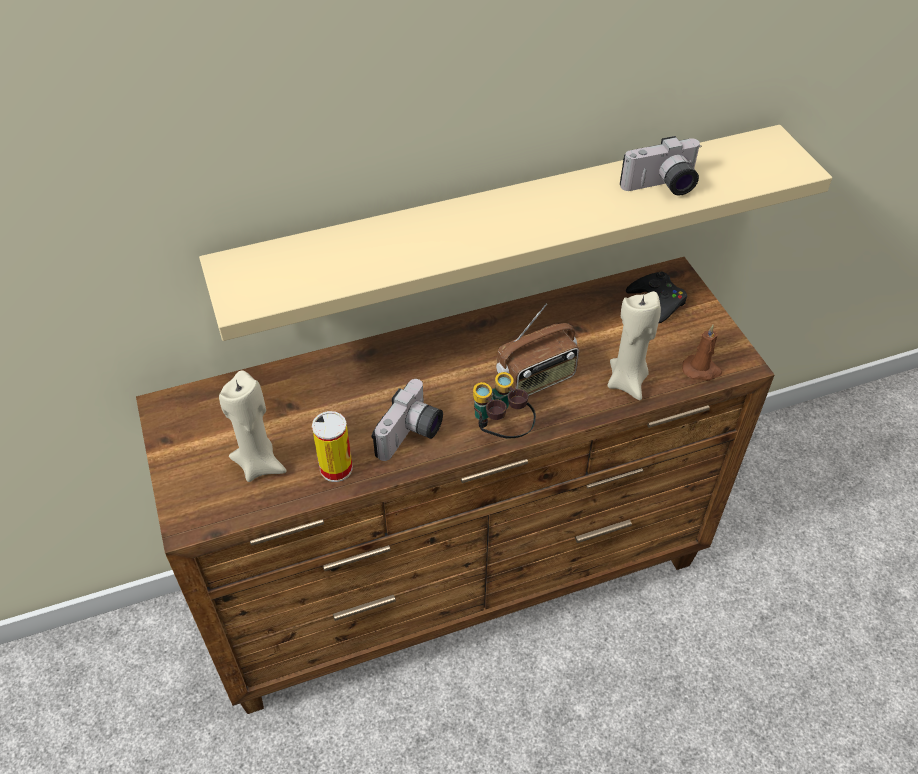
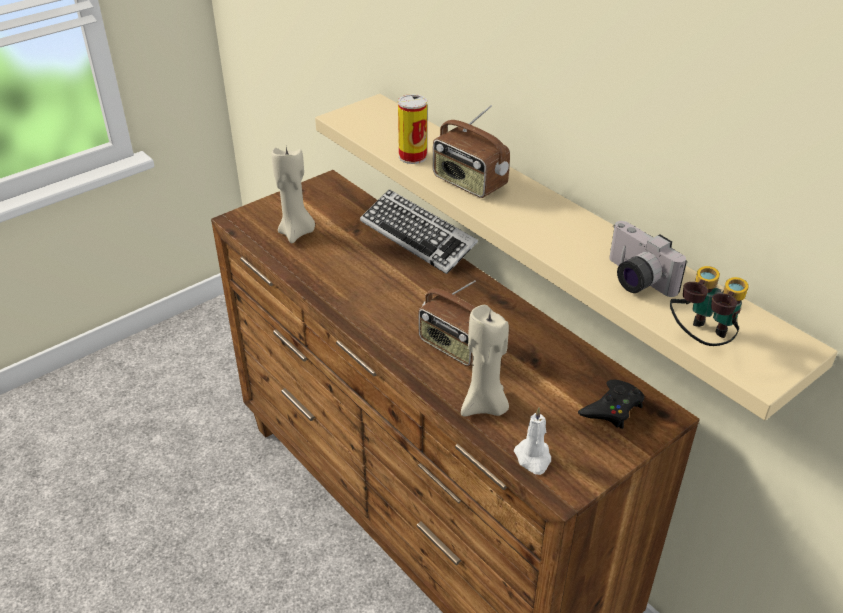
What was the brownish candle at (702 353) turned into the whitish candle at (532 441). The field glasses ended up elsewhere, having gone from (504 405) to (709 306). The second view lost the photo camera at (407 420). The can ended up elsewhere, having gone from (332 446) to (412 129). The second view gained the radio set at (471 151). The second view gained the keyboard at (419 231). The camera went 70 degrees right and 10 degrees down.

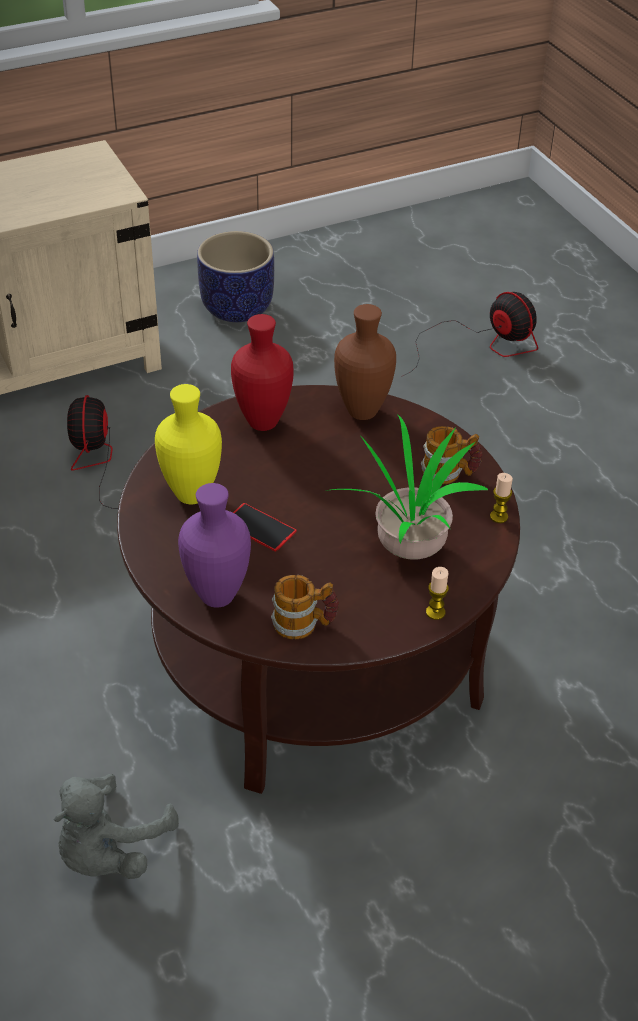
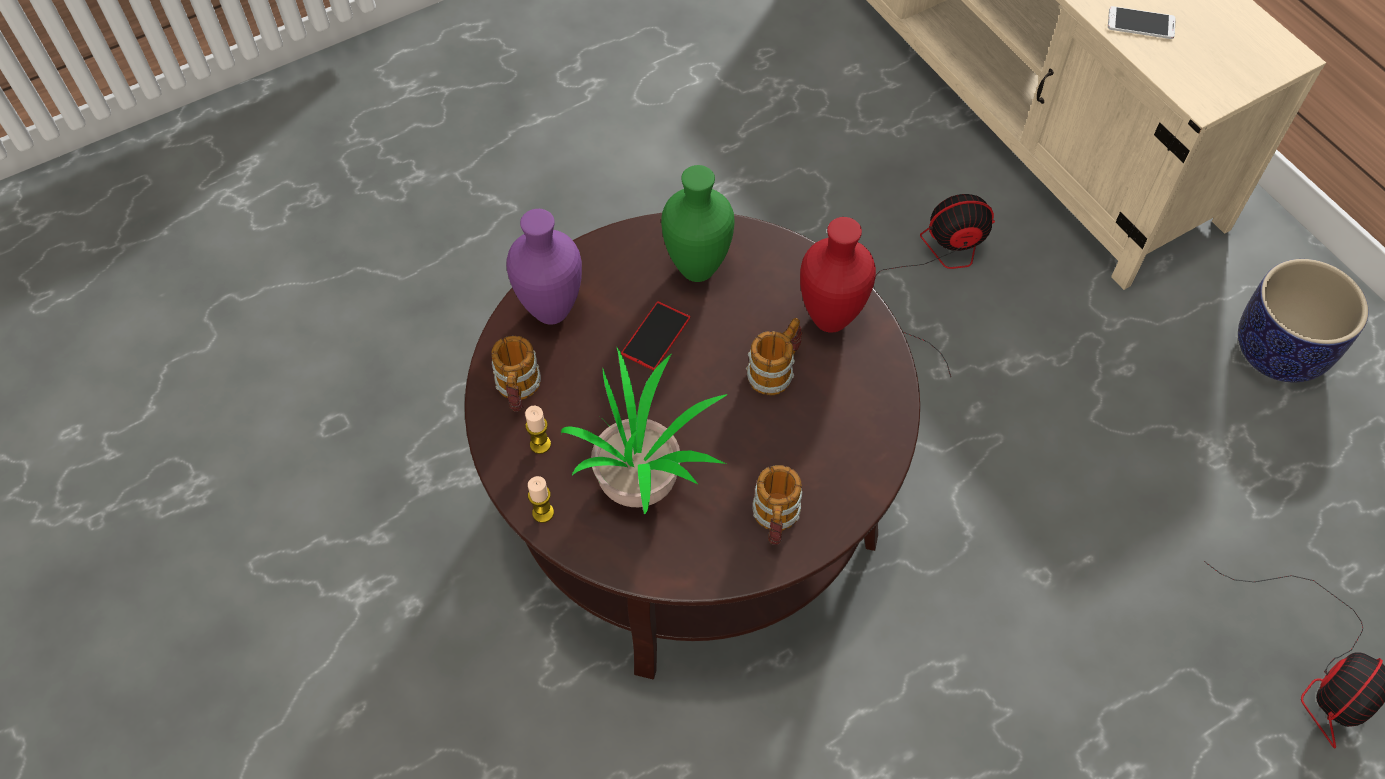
The second view lost the brownish decorative vase at (365 362). What was the yellowish decorative vase at (188 444) turned into the greenish decorative vase at (698 223). The candle ended up elsewhere, having gone from (501 498) to (538 430). The second view lost the grey cuddly toy at (116 826). The second view gained the telephone at (1142 22). The second view gained the mug at (774 356). The camera went 85 degrees right and 15 degrees up.

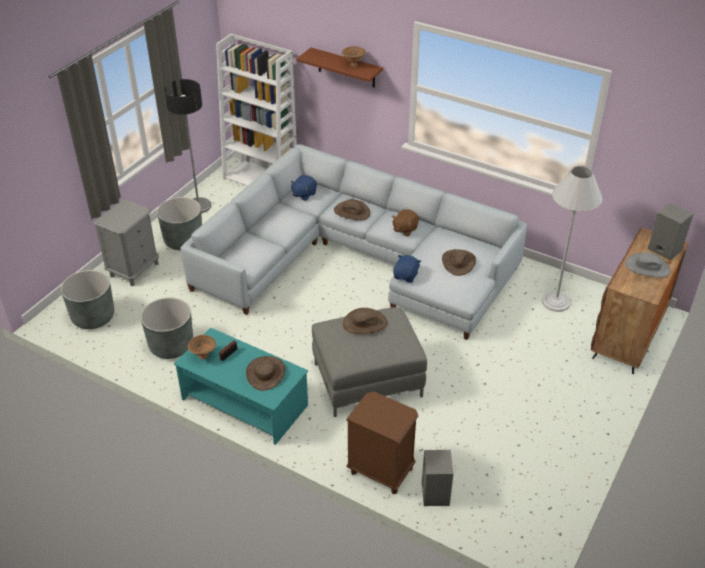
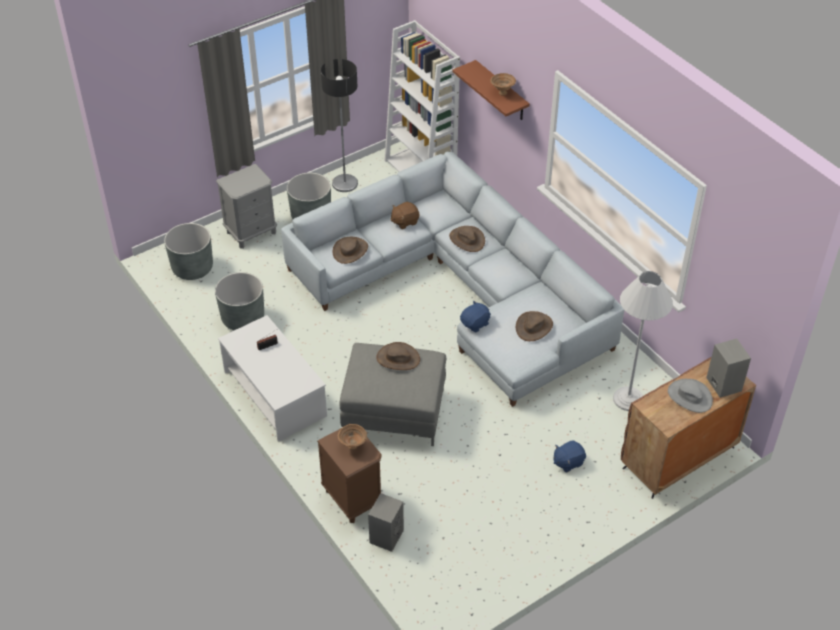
The blue-coloured cuddly toy ended up elsewhere, having gone from (303 188) to (570 456). The brownish cuddly toy ended up elsewhere, having gone from (405 222) to (405 215). What was the turquoise-coloured low table at (241 386) turned into the whitish low table at (272 378). The brownish deep dish ended up elsewhere, having gone from (202 347) to (352 437). The brownish clothing hat ended up elsewhere, having gone from (265 373) to (350 250). The camera went 25 degrees right and 5 degrees up.

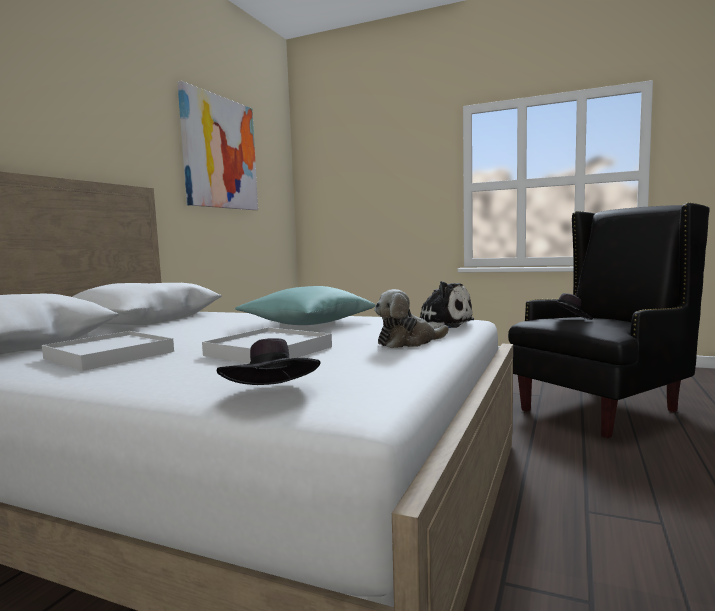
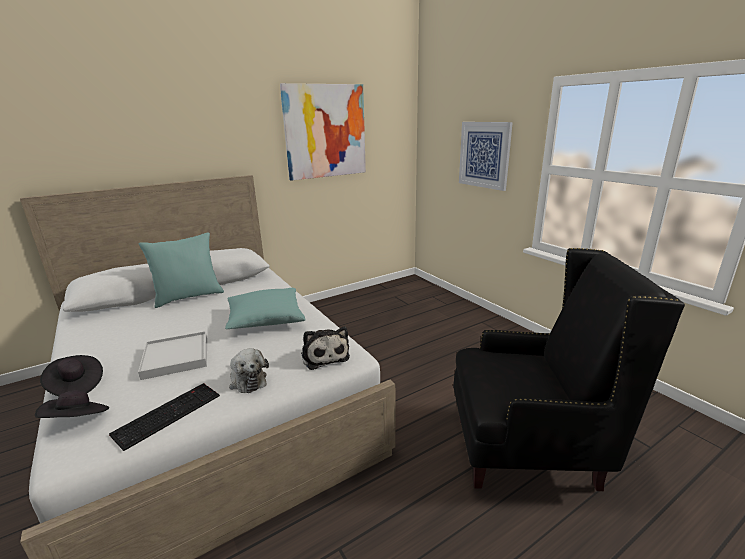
The cuddly toy at (411 318) ended up facing another way, 135 degrees counterclockwise from before. The black clothing hat ended up elsewhere, having gone from (568 306) to (71 375). The second view lost the whitish carrying tray at (108 351). The second view gained the wall picture at (486 156). The second view gained the turquoise-coloured pillow at (181 270). The second view gained the keyboard at (164 417). The camera went 35 degrees right and 15 degrees up.

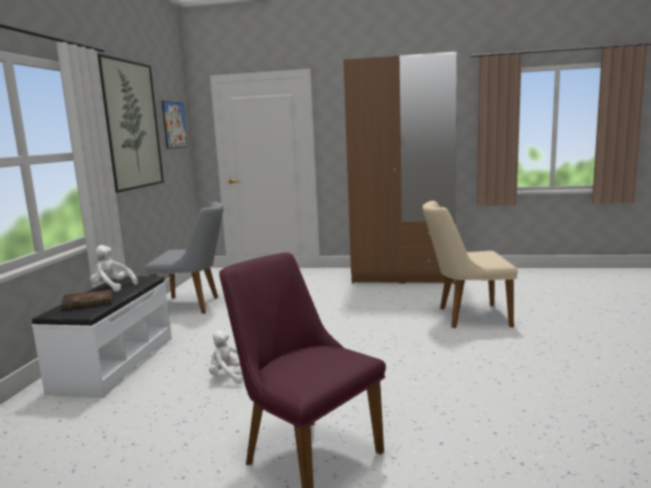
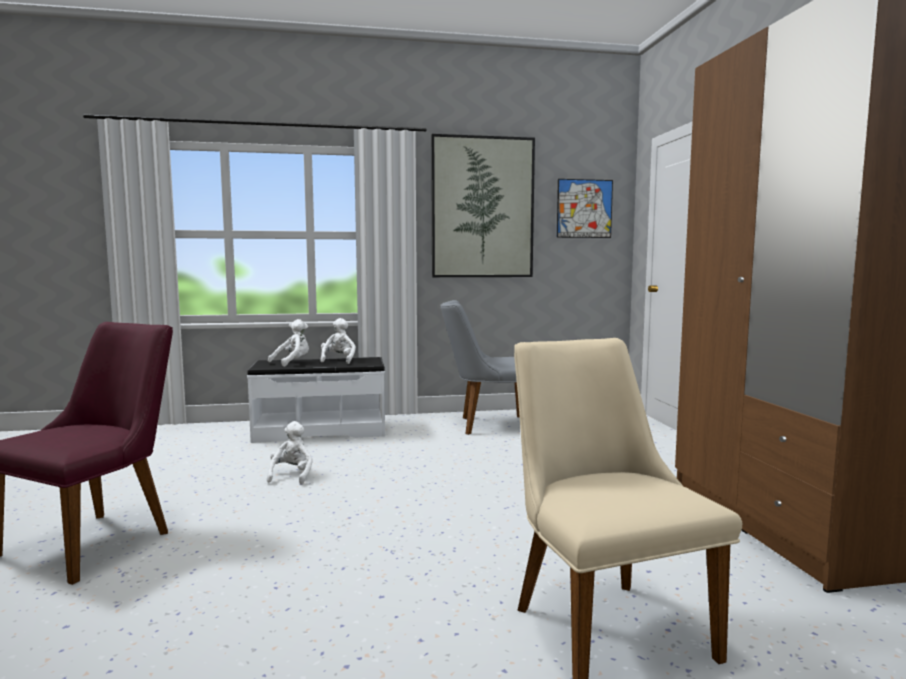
The grey upright chair at (184 258) ended up facing another way, 105 degrees clockwise from before. Where the bound book stood at (87 299), the whitish cuddly toy came to stand at (288 343). The camera went 70 degrees right and 5 degrees down.

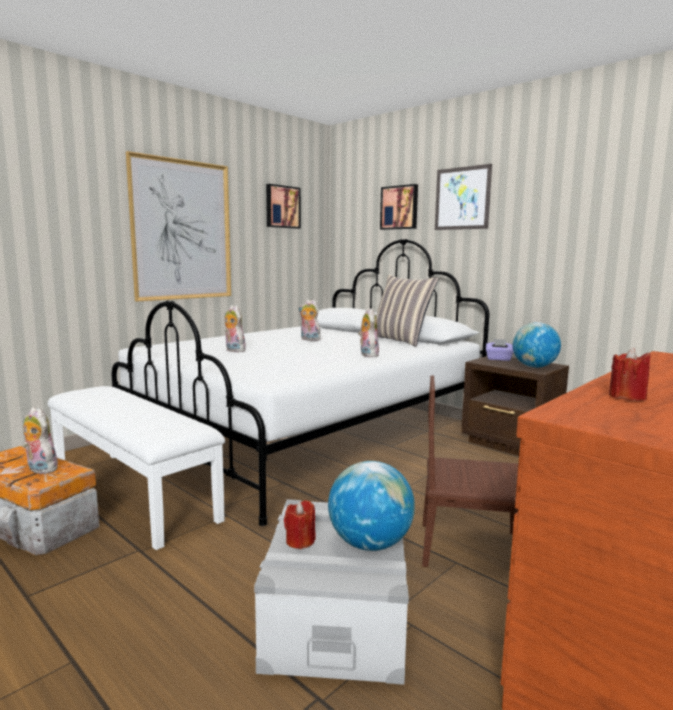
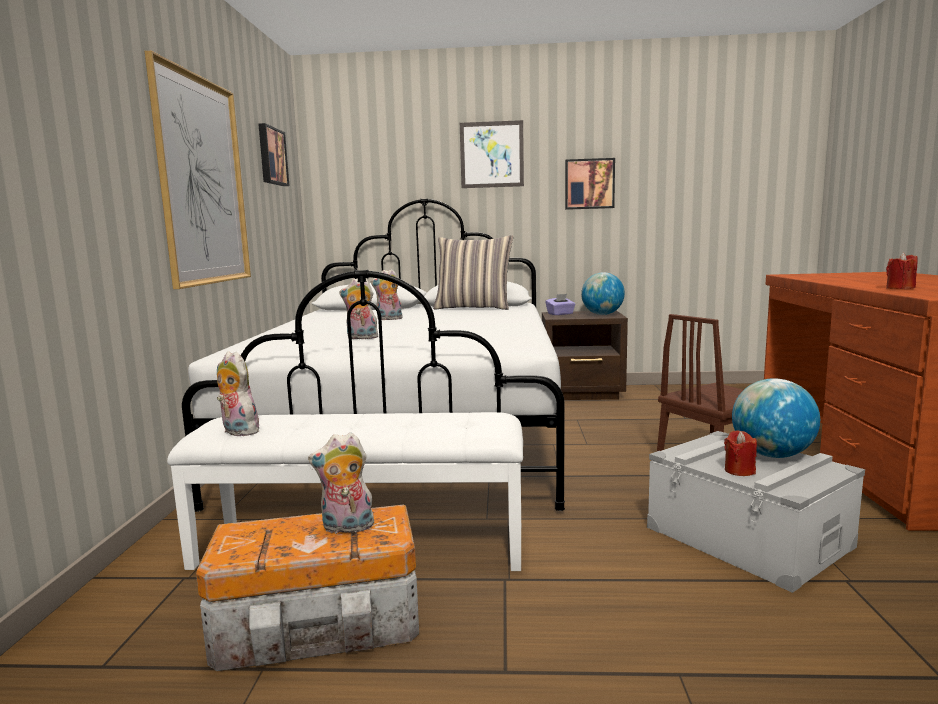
The wall picture ended up elsewhere, having gone from (399 207) to (590 184). The cuddly toy ended up elsewhere, having gone from (368 332) to (239 393). The camera went 40 degrees left and 0 degrees up.

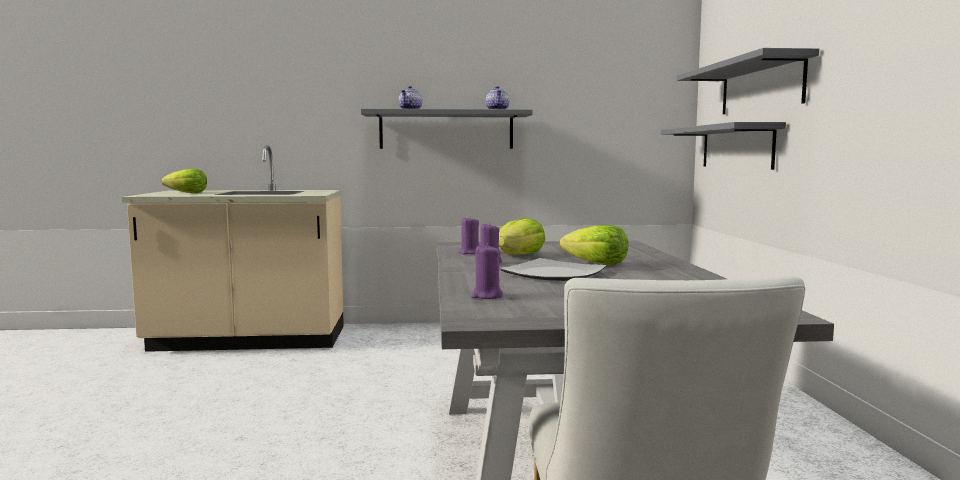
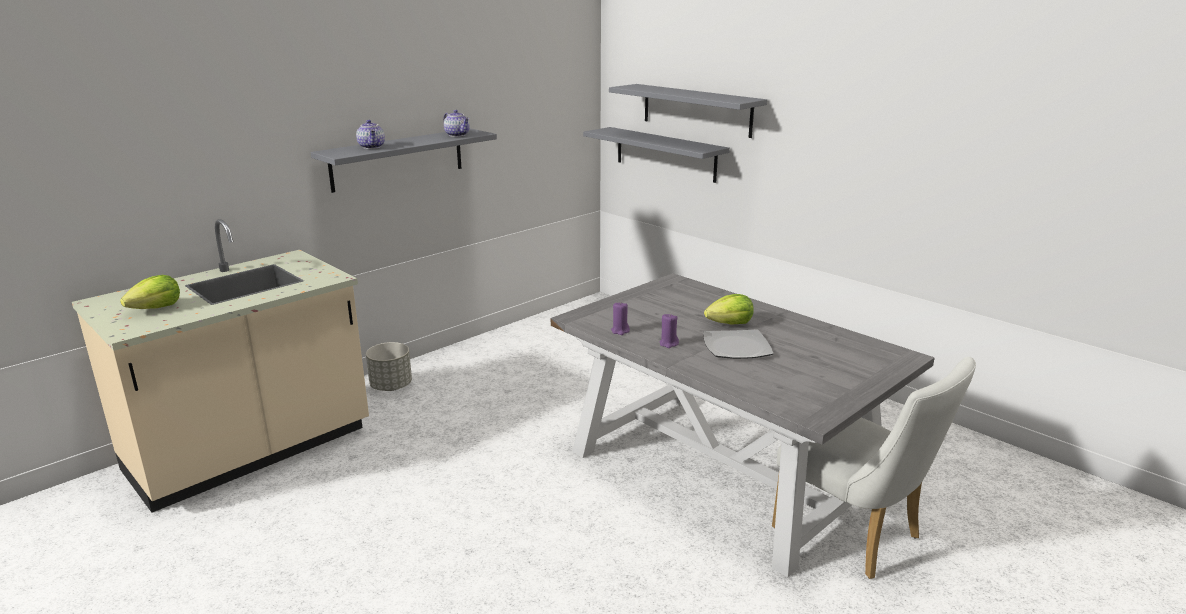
The second view lost the lettuce at (522 236). The second view lost the purplish candle at (487 271). The second view gained the grey plant pot at (389 366). The camera went 40 degrees left and 15 degrees up.

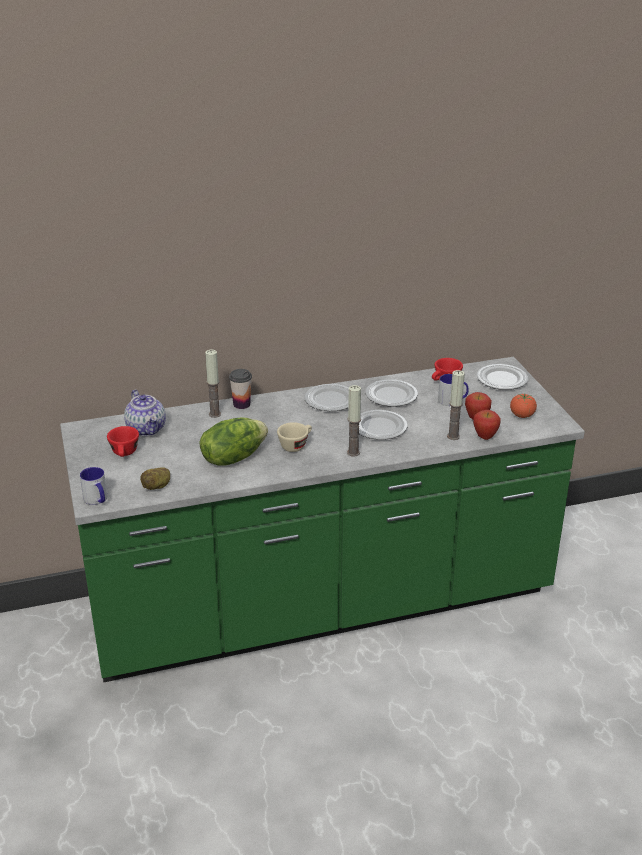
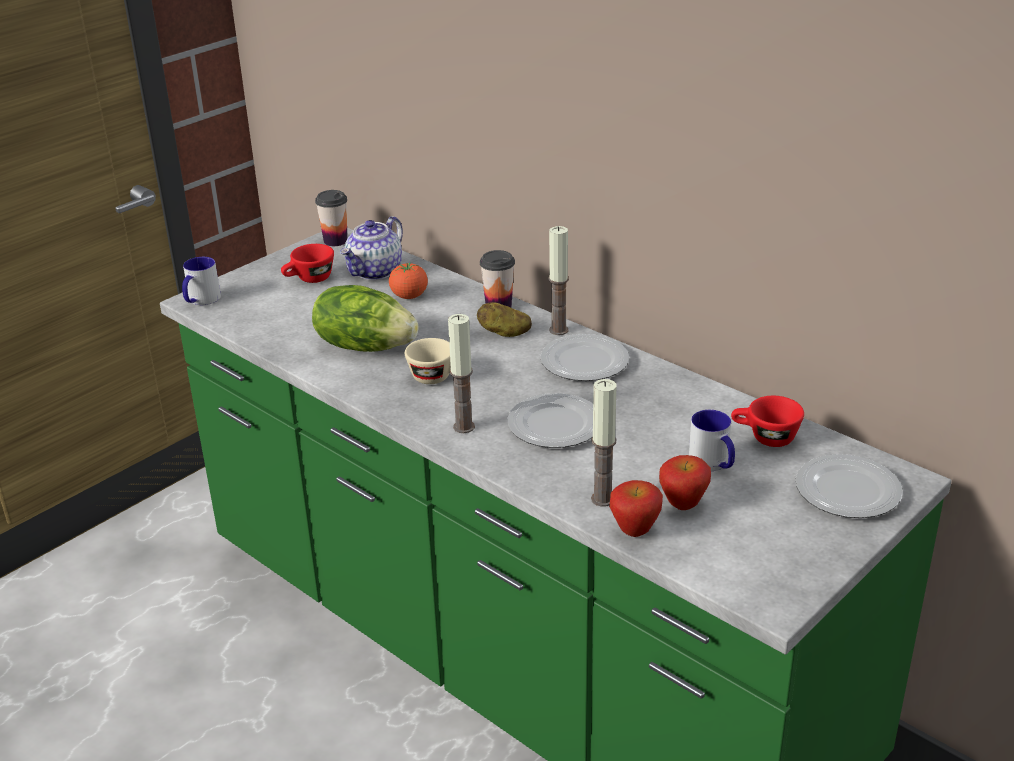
The candle ended up elsewhere, having gone from (213 384) to (559 280). The second view lost the dinner plate at (392 393). The fresh tomato ended up elsewhere, having gone from (523 406) to (408 281). The spud ended up elsewhere, having gone from (155 478) to (504 319). The second view gained the cup at (331 218). The camera went 60 degrees right and 0 degrees up.

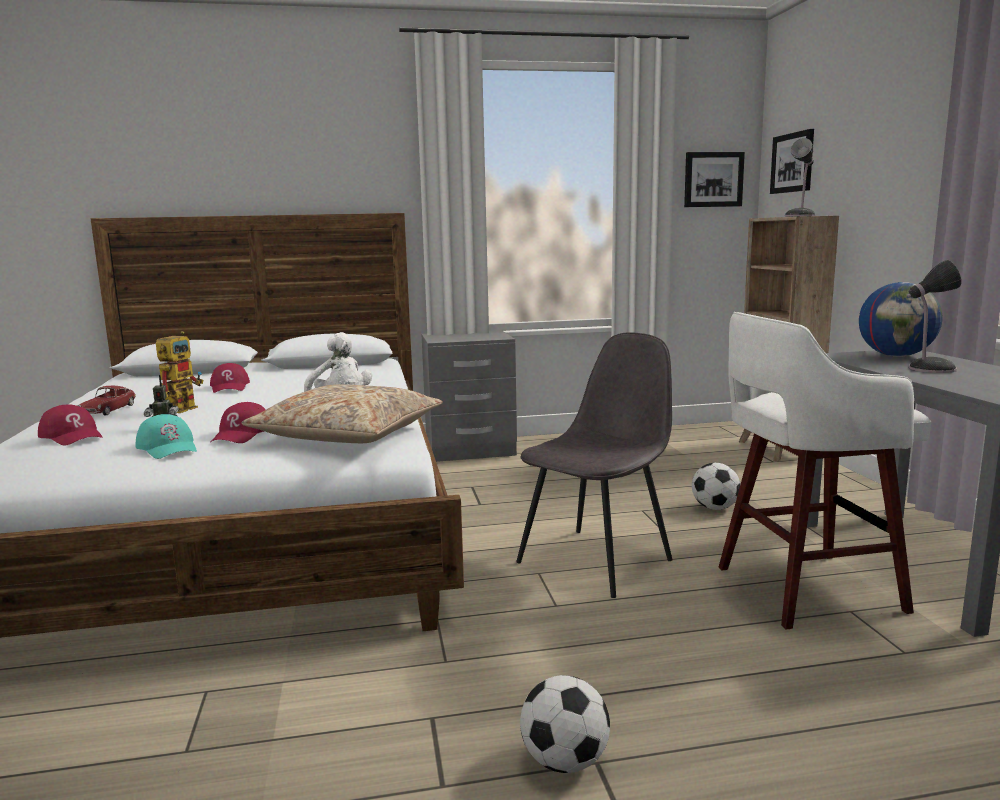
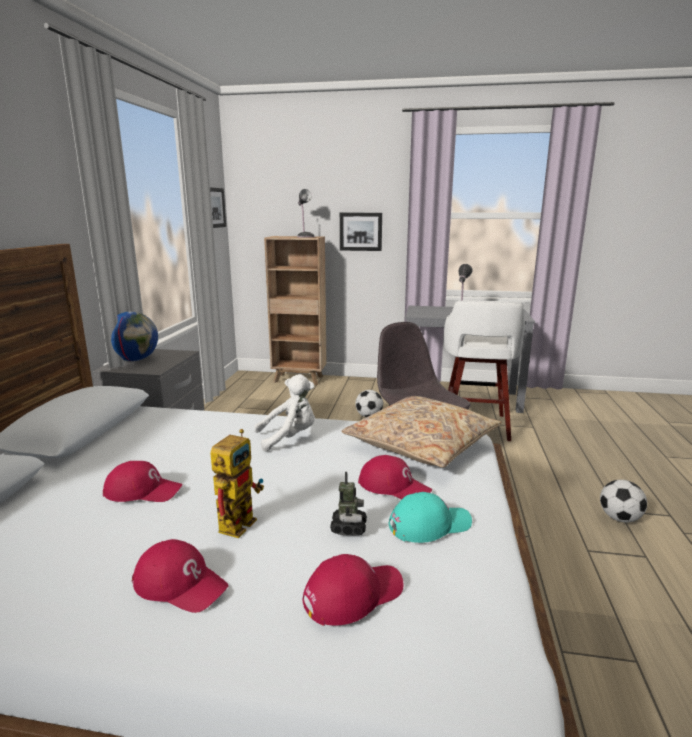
The wall picture ended up elsewhere, having gone from (792 161) to (361 232). The globe ended up elsewhere, having gone from (901 319) to (134 336). The robot figure at (179 372) ended up facing another way, 75 degrees clockwise from before. Where the miniature car stood at (107 400), the reddish cap came to stand at (180 576). The camera went 70 degrees left and 5 degrees up.

